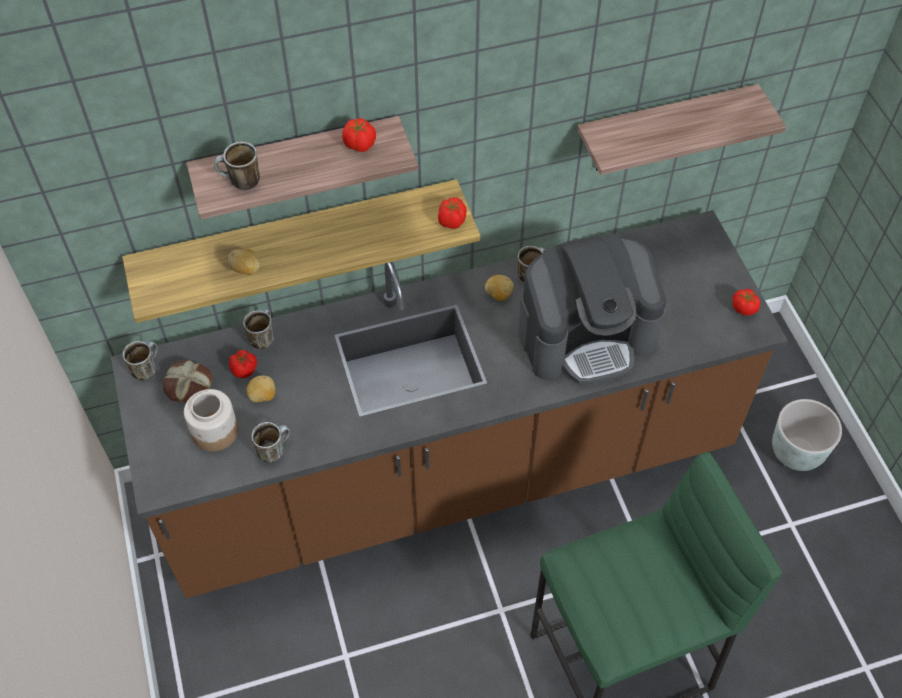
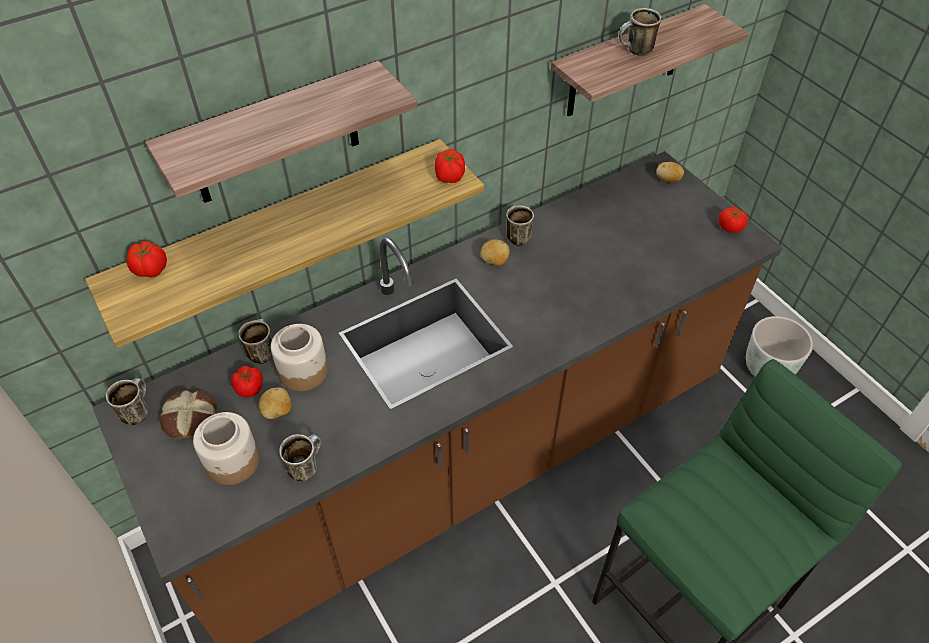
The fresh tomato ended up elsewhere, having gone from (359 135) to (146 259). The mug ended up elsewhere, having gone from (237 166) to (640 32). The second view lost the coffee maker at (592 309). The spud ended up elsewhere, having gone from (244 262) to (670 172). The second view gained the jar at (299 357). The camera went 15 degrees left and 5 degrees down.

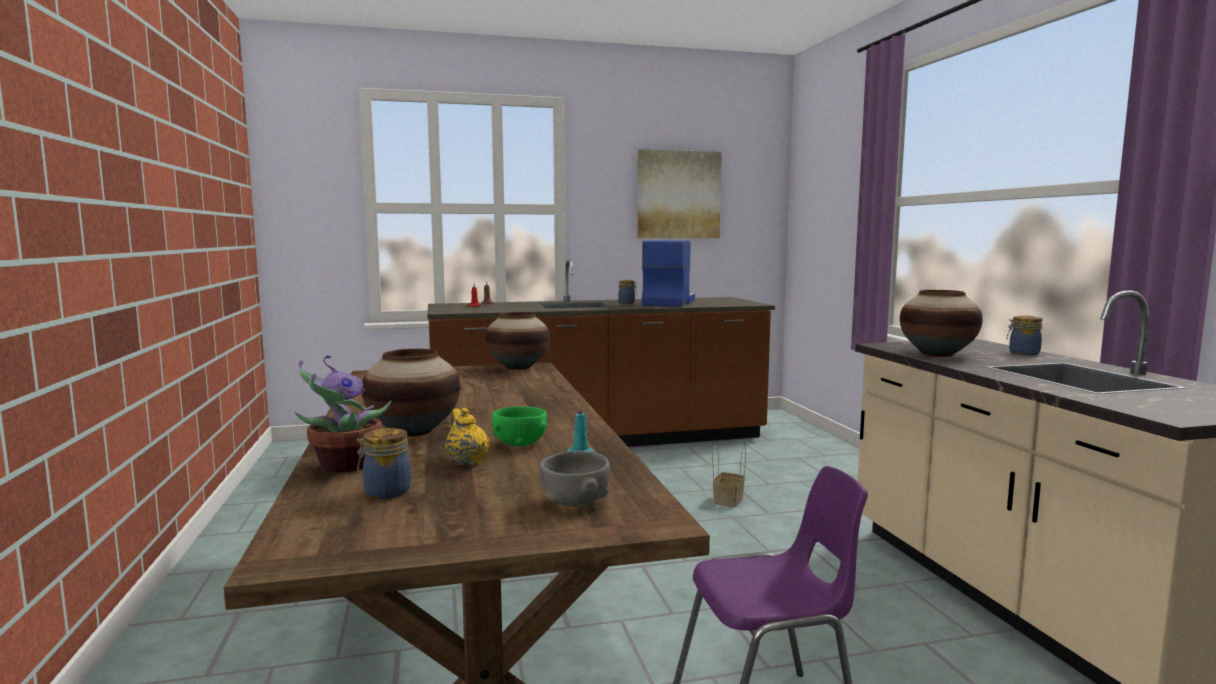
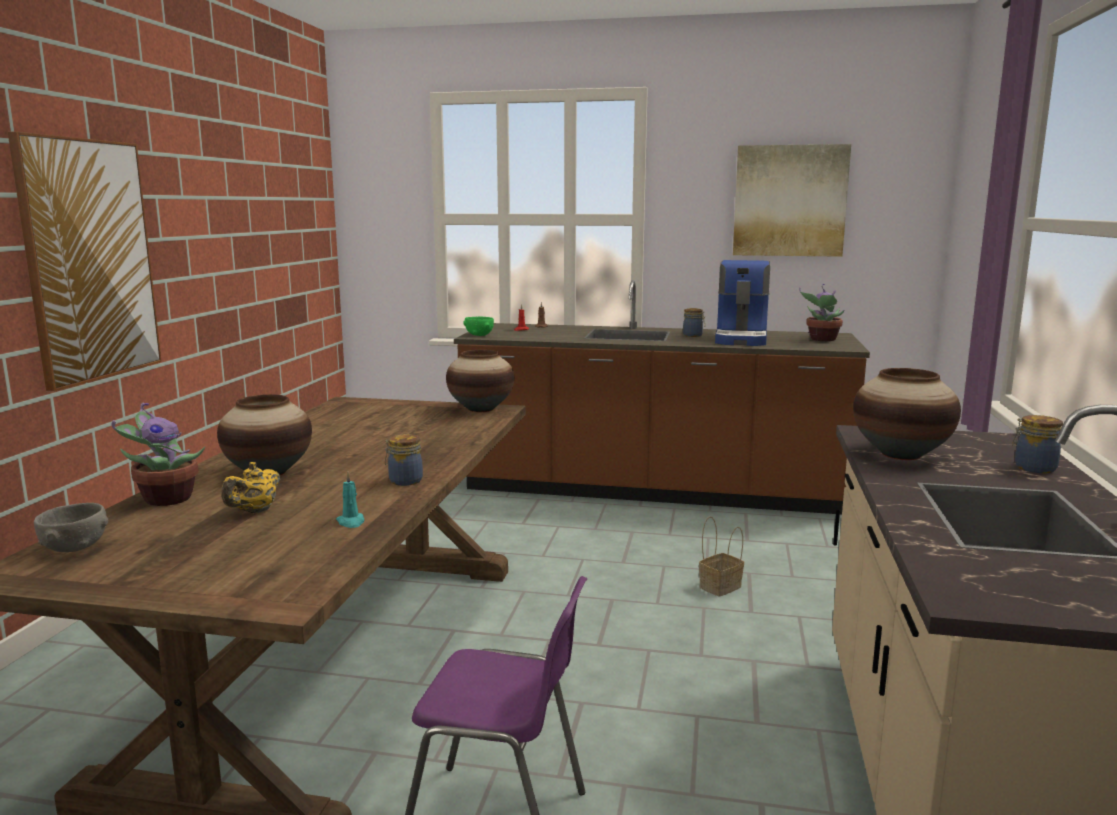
The coffee maker at (668 274) ended up facing another way, 150 degrees clockwise from before. The greenish deep dish ended up elsewhere, having gone from (519 426) to (478 326). The yellowish pot for tea at (467 436) ended up facing another way, 150 degrees counterclockwise from before. The jar ended up elsewhere, having gone from (384 463) to (404 460). The grey deep dish ended up elsewhere, having gone from (575 478) to (71 527). The second view gained the wall picture at (85 262). The second view gained the houseplant at (821 312). The camera went 25 degrees right and 5 degrees up.

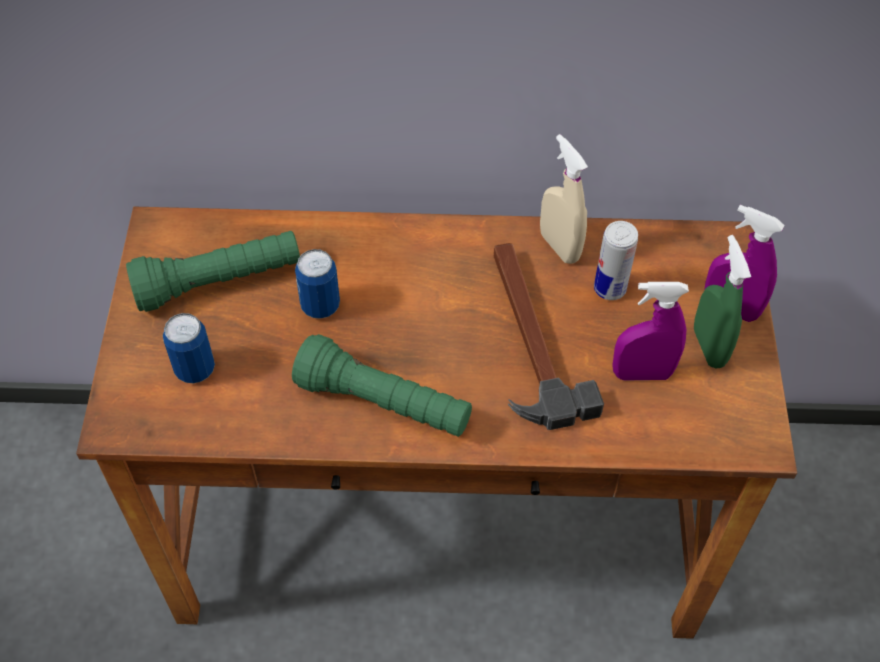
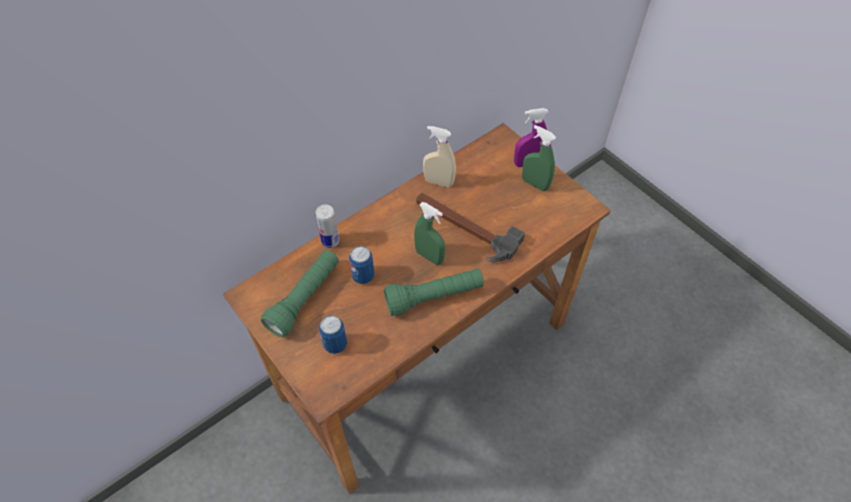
The can ended up elsewhere, having gone from (616 260) to (327 226). The second view lost the purplish hand sprayer at (650 331). The second view gained the greenish hand sprayer at (429 233). The camera went 40 degrees left and 0 degrees up.

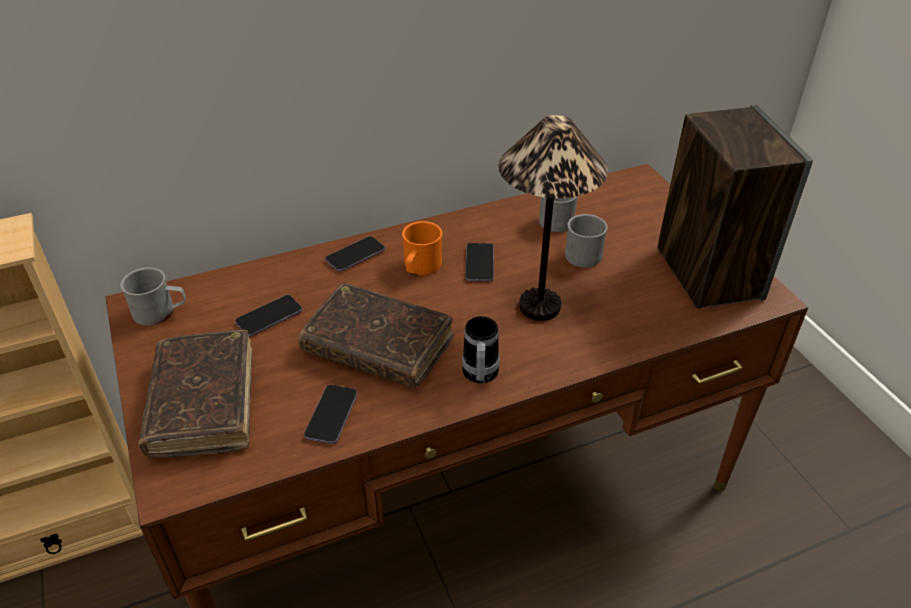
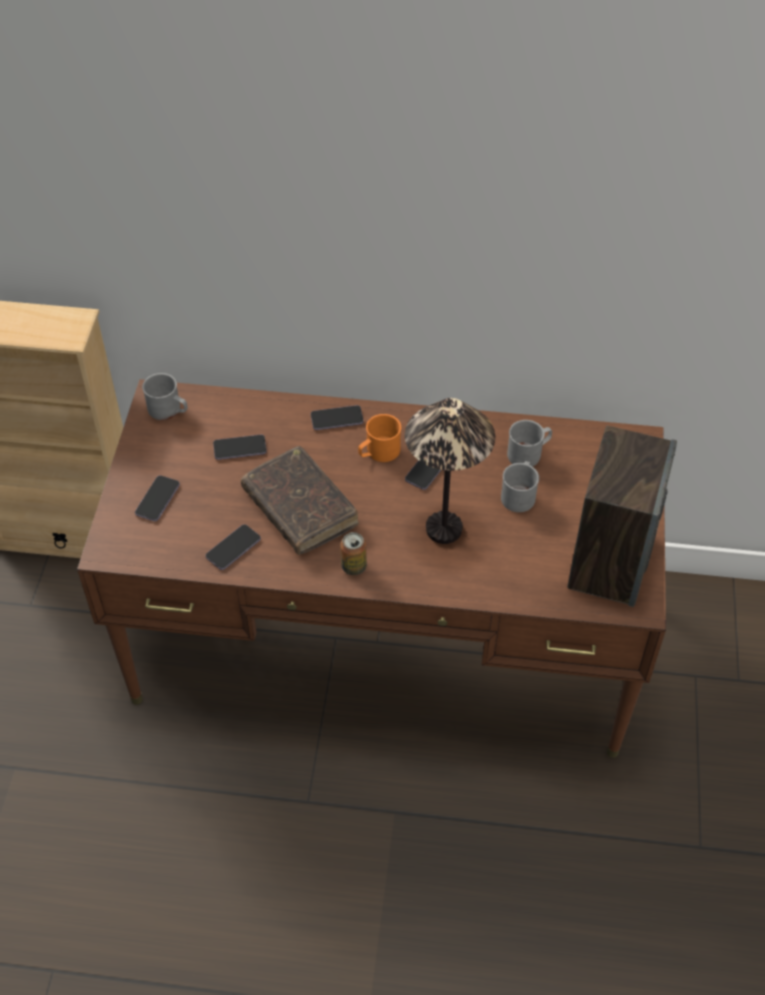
Where the mug stood at (481 349), the can came to stand at (353 553). Where the brownish bound book stood at (195 393), the telephone came to stand at (157 498). The camera went 30 degrees right and 10 degrees up.

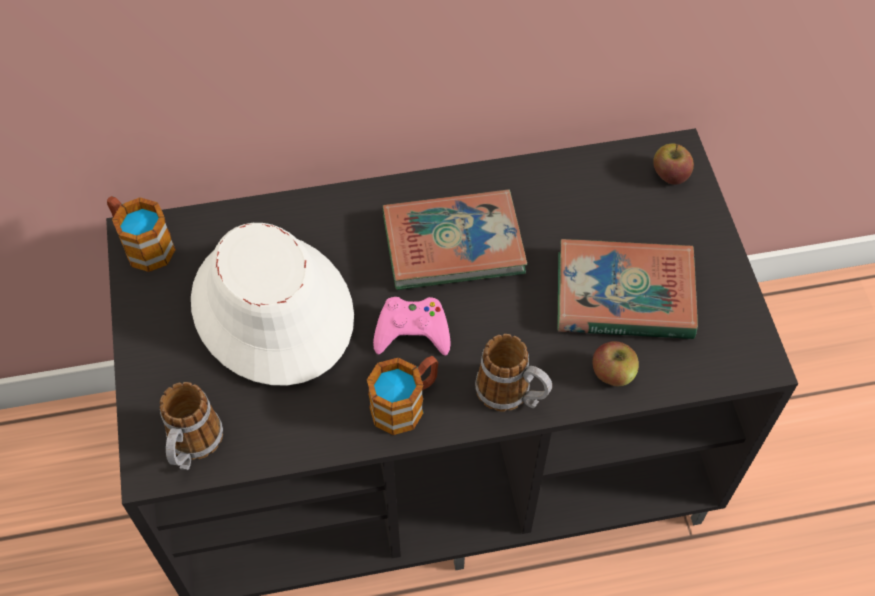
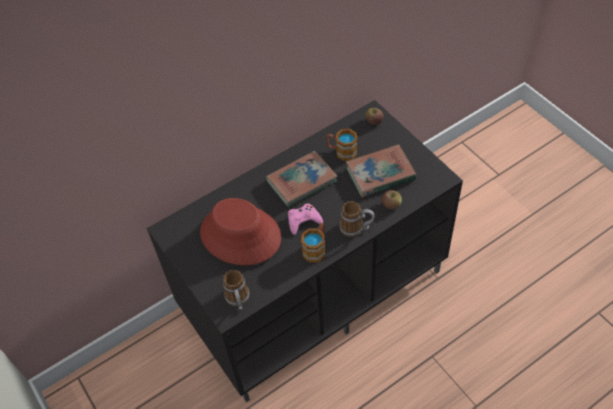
The mug ended up elsewhere, having gone from (141 234) to (341 145). What was the whitish clothing hat at (272 304) turned into the reddish clothing hat at (240 231). The camera went 20 degrees left and 5 degrees down.

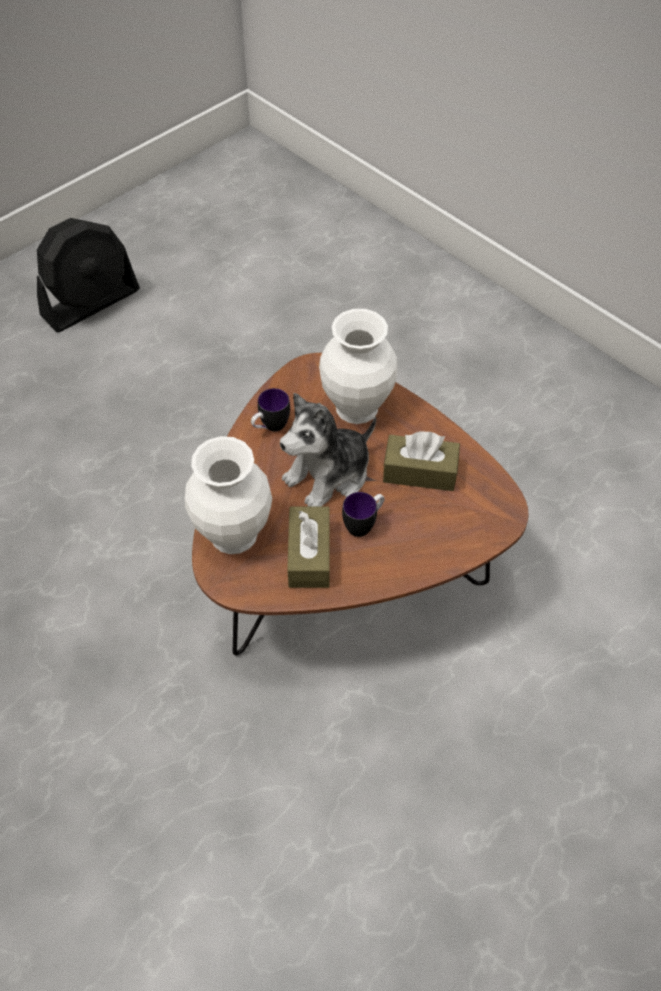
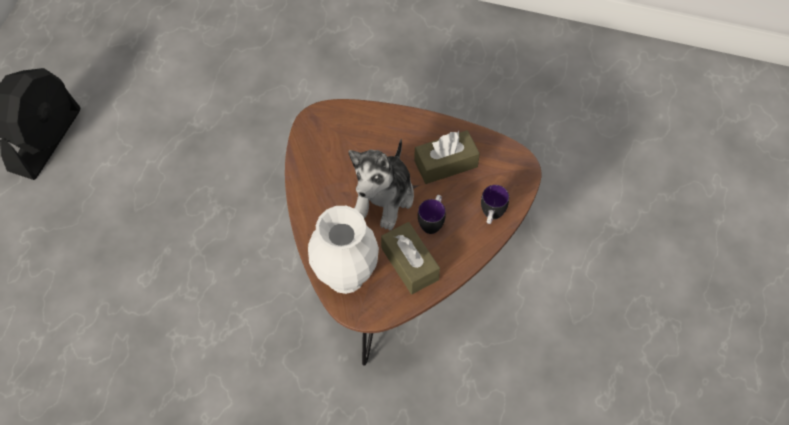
The second view lost the whitish decorative vase at (358 366). The mug ended up elsewhere, having gone from (270 410) to (495 204). The camera went 30 degrees left and 5 degrees up.

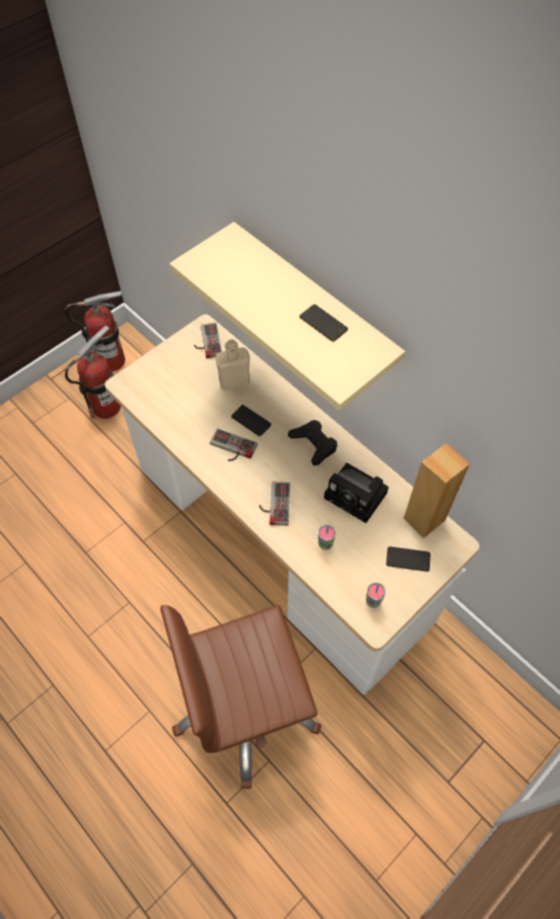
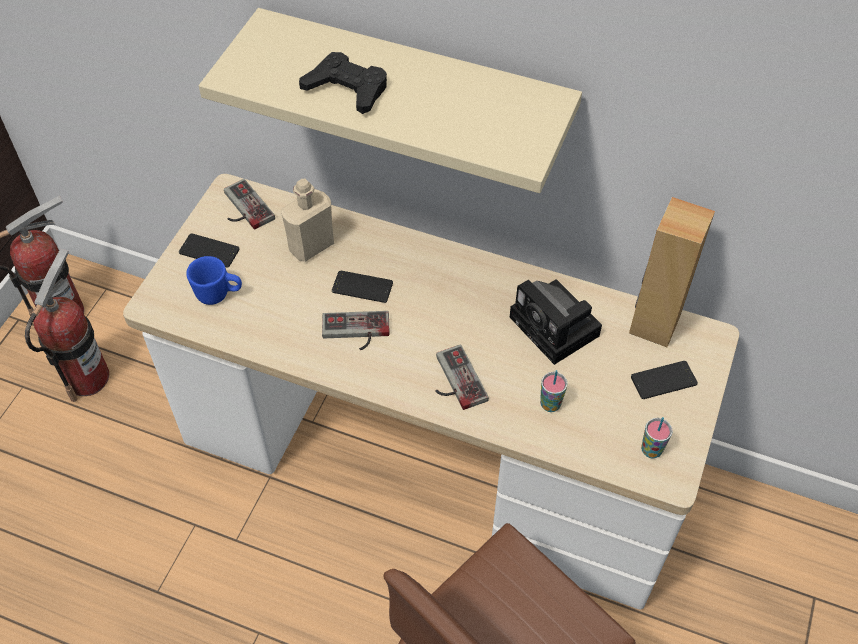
The telephone ended up elsewhere, having gone from (323 323) to (209 250). The black joypad ended up elsewhere, having gone from (312 443) to (343 83). The photo camera at (356 493) ended up facing another way, 45 degrees clockwise from before. The second view gained the blue-coloured mug at (214 280). The camera went 25 degrees left and 5 degrees down.

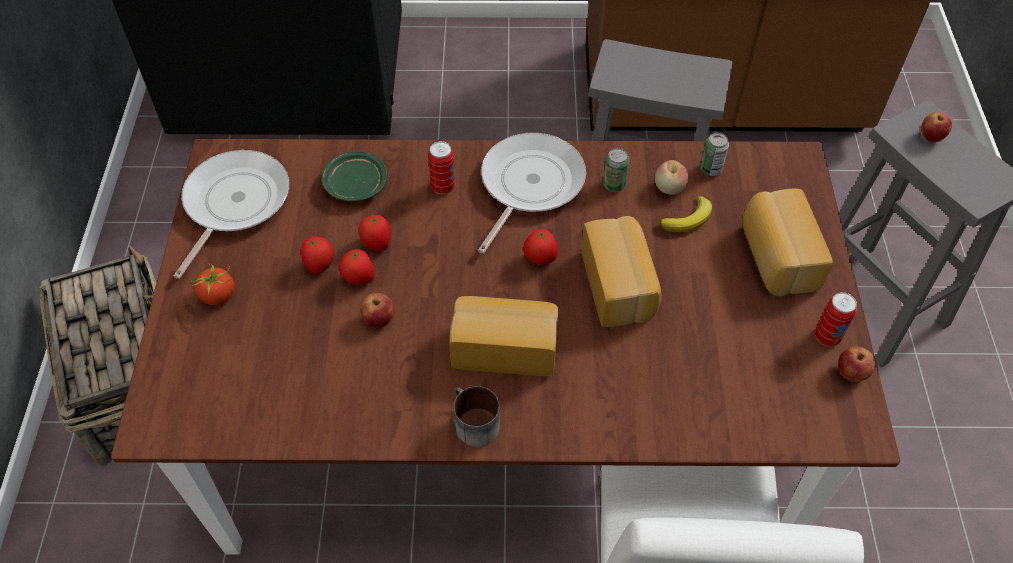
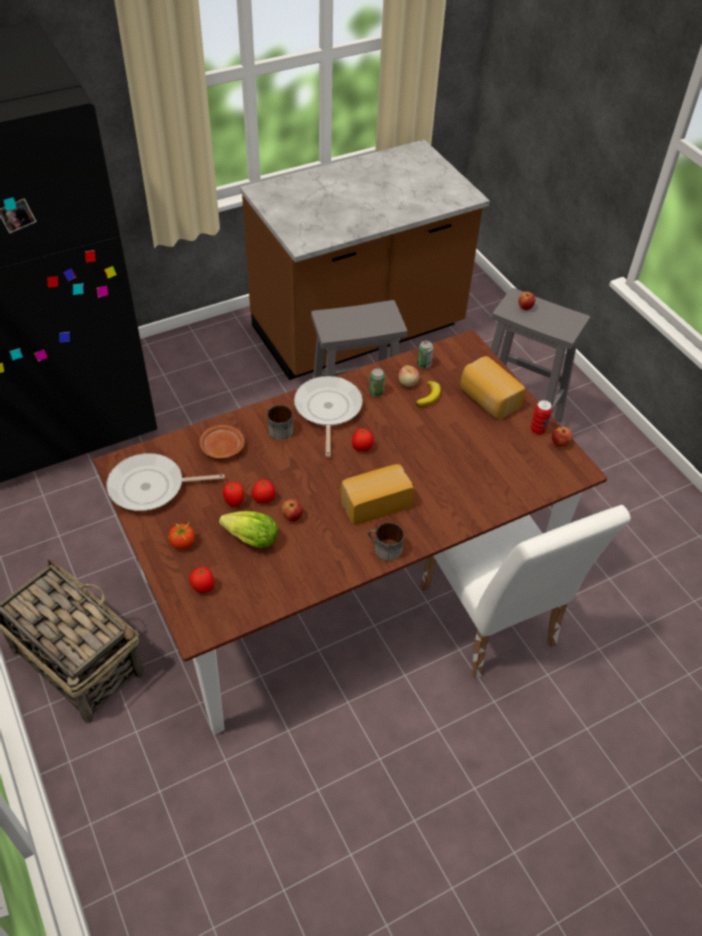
Where the can stood at (441 167), the mug came to stand at (280 422). The pan at (231 214) ended up facing another way, 90 degrees counterclockwise from before. What was the greenish dinner plate at (354 176) turned into the brownish dinner plate at (222 442). The fresh tomato ended up elsewhere, having gone from (375 233) to (202 580). The second view lost the baked bread at (621 271). The second view gained the lettuce at (248 529). The camera went 30 degrees left and 5 degrees down.

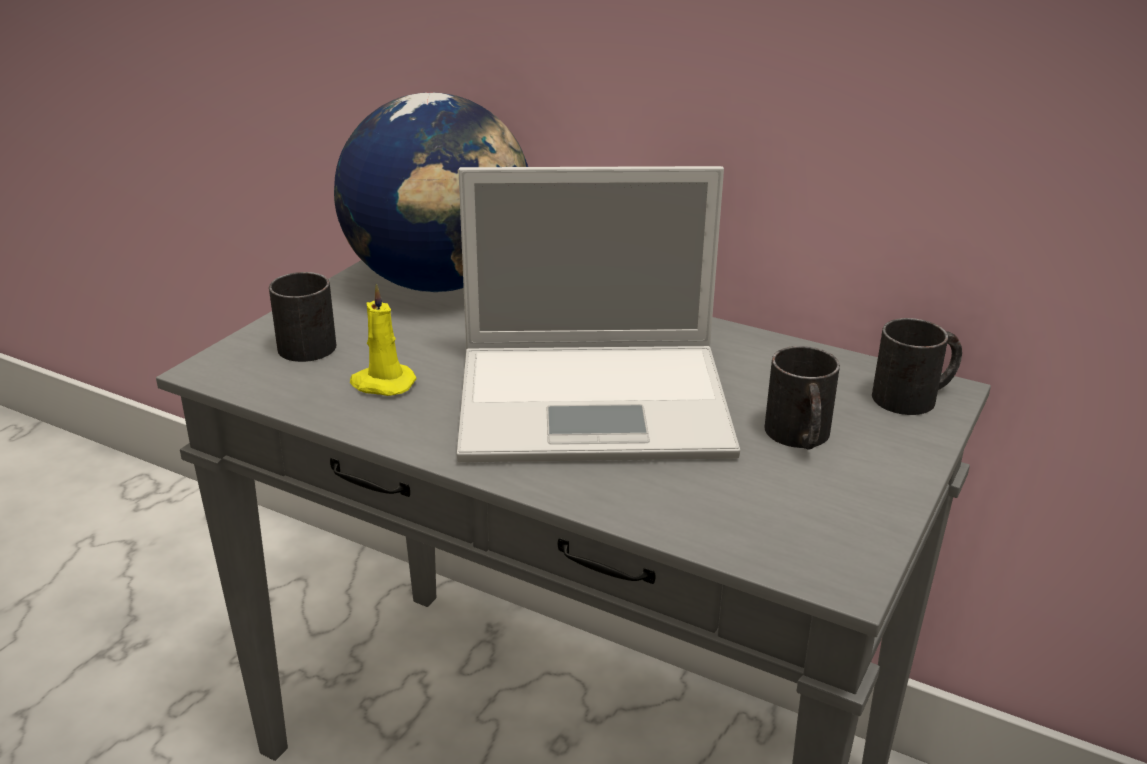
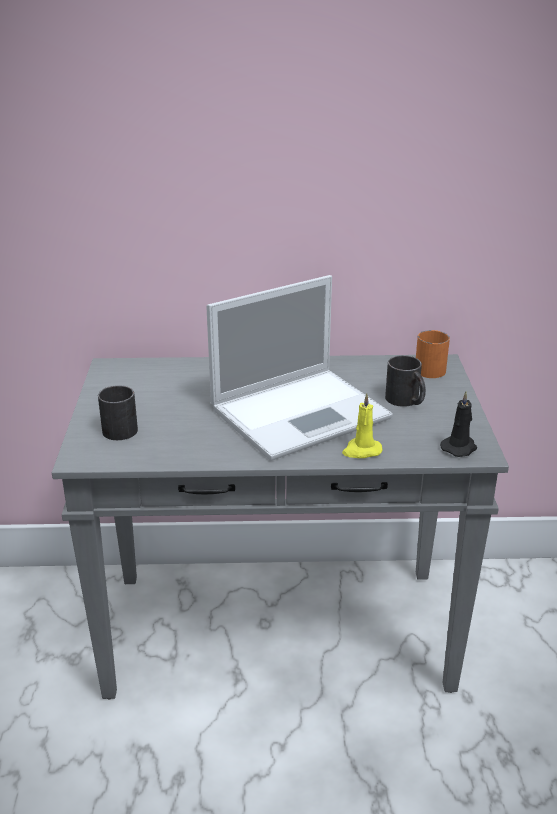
The second view lost the globe at (431 192). The yellowish candle ended up elsewhere, having gone from (383 340) to (362 425). What was the black mug at (917 366) turned into the orange mug at (433 354). The second view gained the black candle at (458 424). The camera went 30 degrees left and 0 degrees up.

